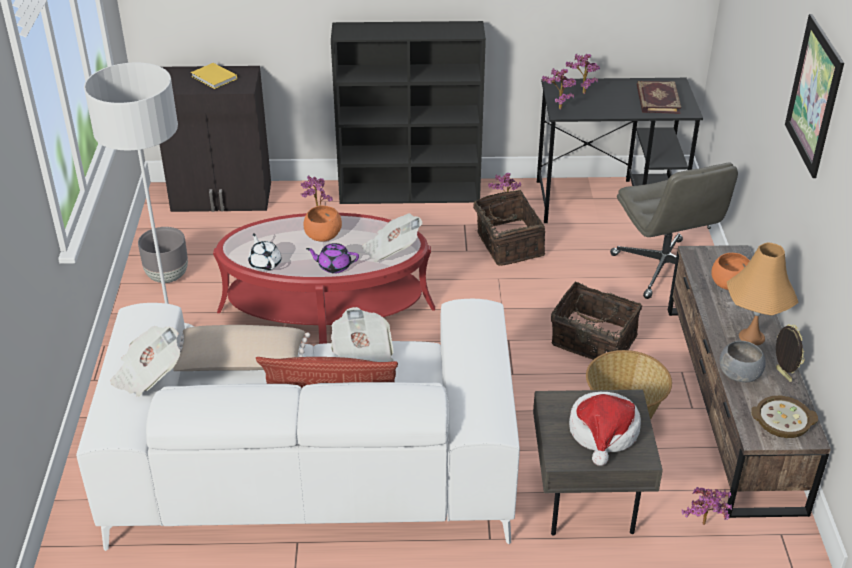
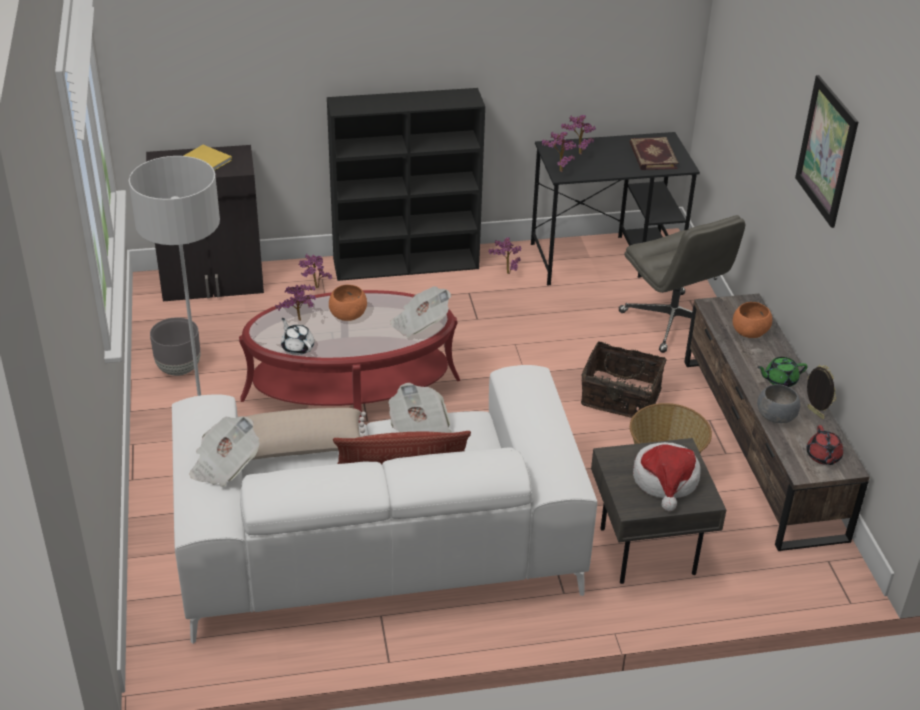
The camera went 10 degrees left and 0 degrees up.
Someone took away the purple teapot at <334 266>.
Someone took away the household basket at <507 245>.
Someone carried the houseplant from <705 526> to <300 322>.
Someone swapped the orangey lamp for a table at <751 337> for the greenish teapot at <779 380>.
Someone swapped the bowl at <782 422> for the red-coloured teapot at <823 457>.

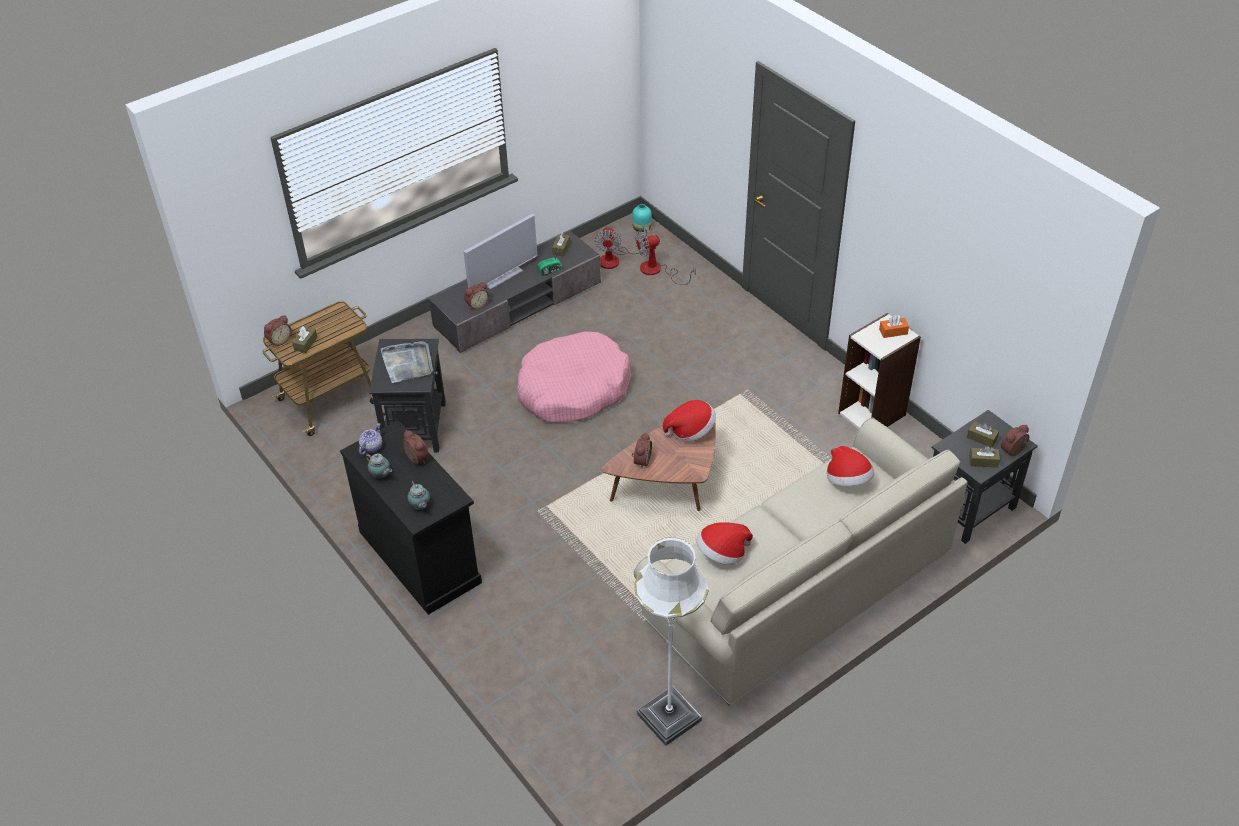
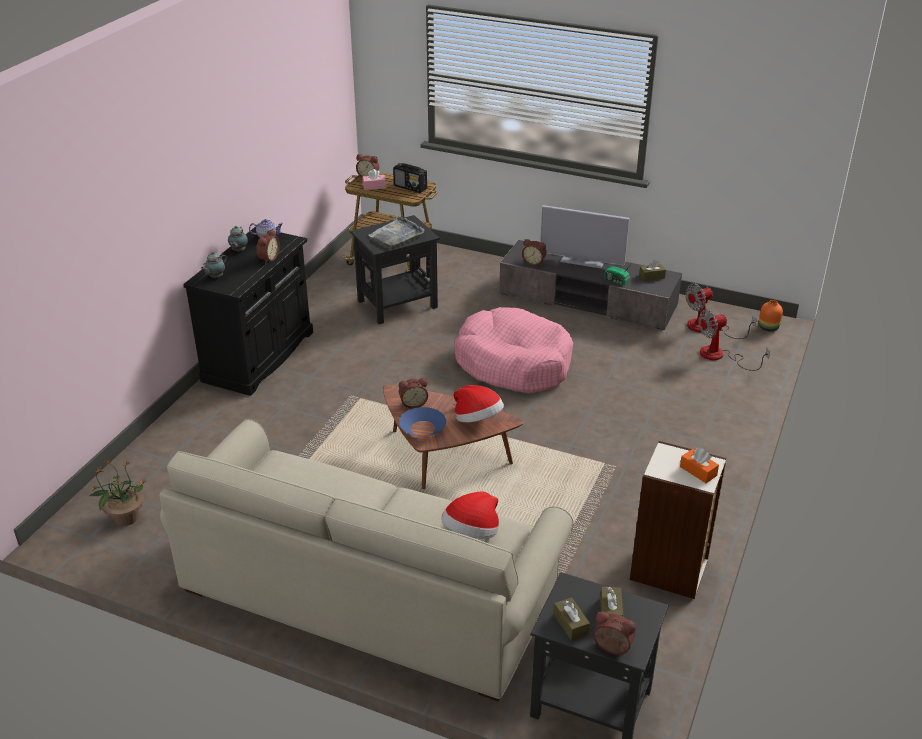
The camera went 60 degrees right and 10 degrees down.
Someone repainted the brownish box of tissues at <306 343>, which became the pink box of tissues at <374 186>.
Someone repainted the turquoise-coloured decorative vase at <642 228>, which became the orangey decorative vase at <768 328>.
Someone took away the white floor lamp at <668 717>.
Someone rotated the electric fan at <657 271> by 60 degrees counterclockwise.
Someone took away the hat at <722 554>.
Someone put down the houseplant at <125 517>.
Someone put down the radio set at <410 187>.
Someone put down the bluish bowl at <422 428>.

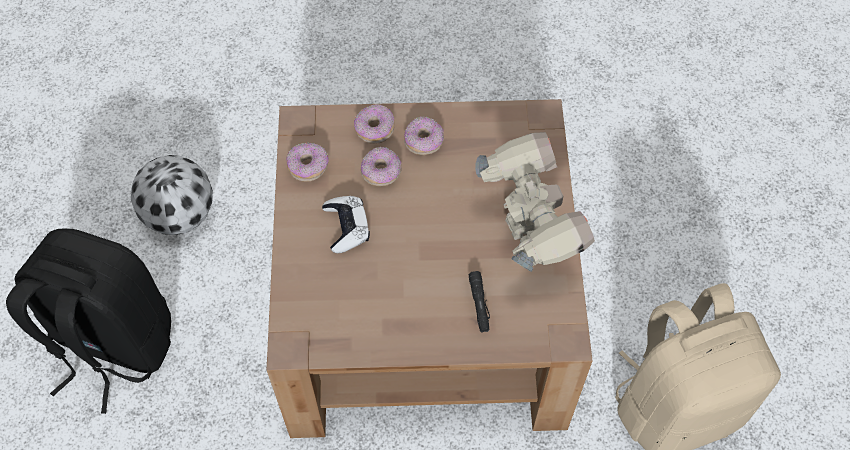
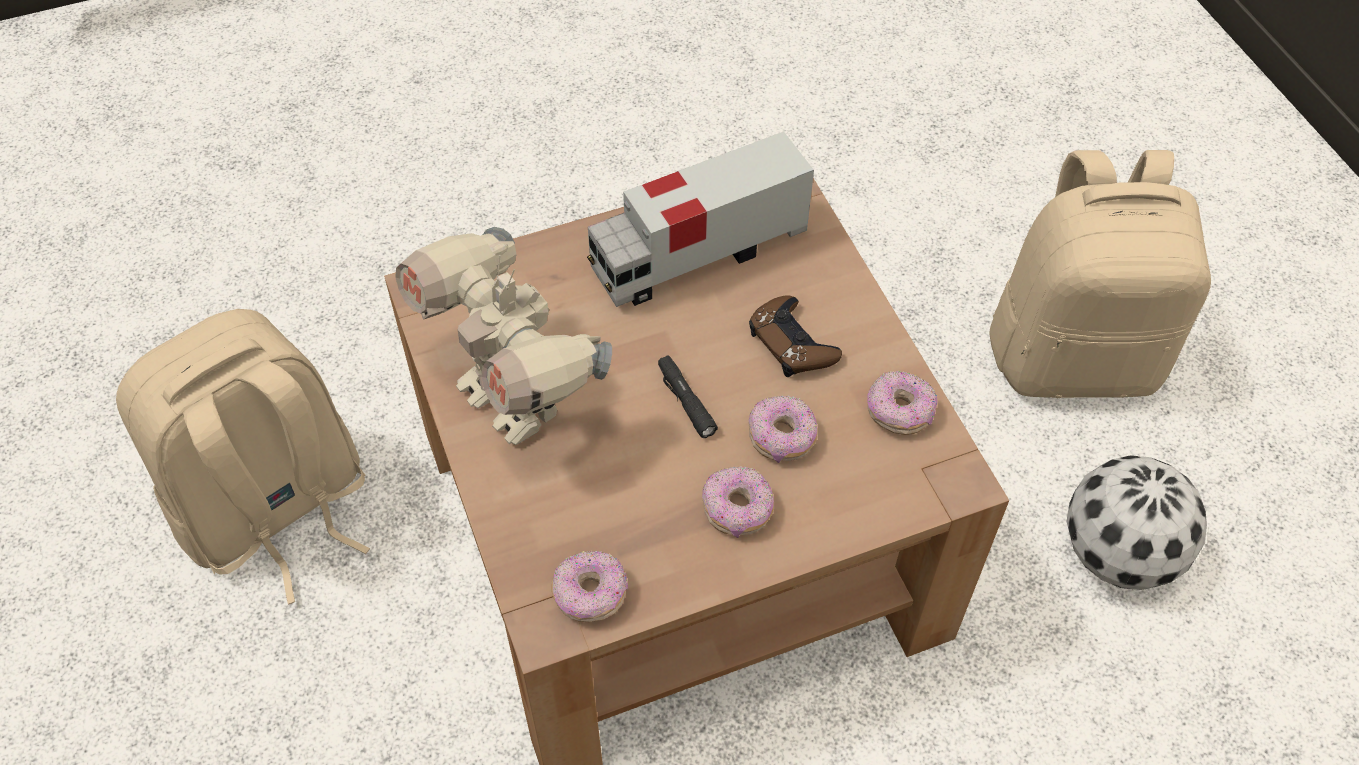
The camera went 160 degrees right and 5 degrees down.
Someone repainted the black-coloured backpack at <111 345>, which became the beige backpack at <1074 355>.
Someone repainted the white game controller at <346 227>, which became the brownish game controller at <792 343>.
Someone carried the ring doughnut from <374 129> to <590 594>.
Someone carried the black-coloured hand torch from <479 304> to <685 401>.
Someone put down the toy lorry at <697 255>.

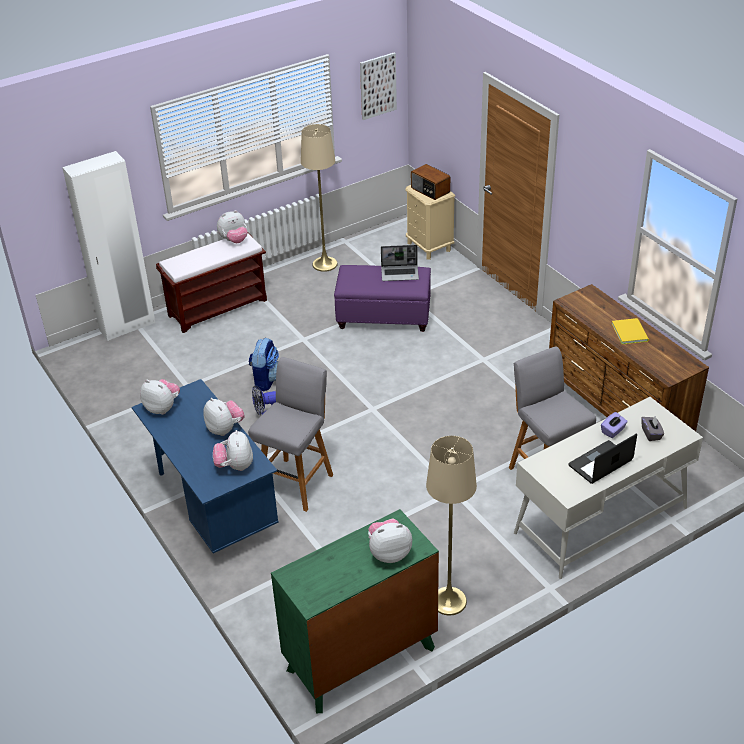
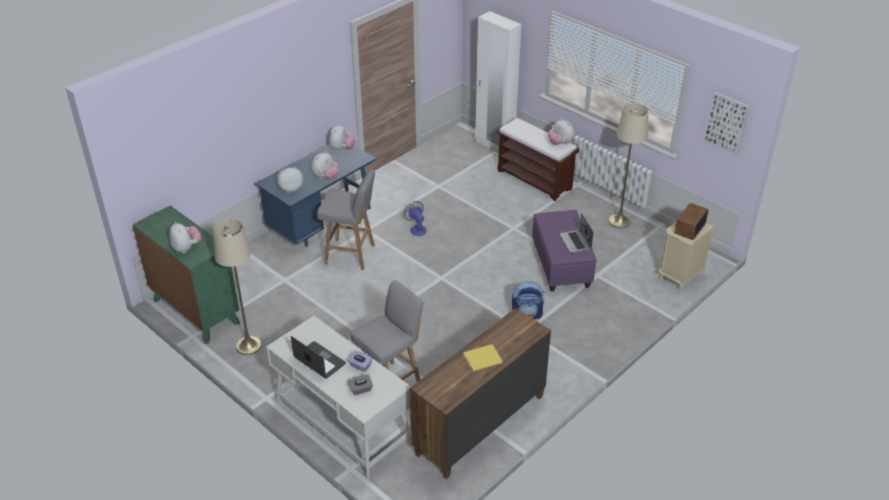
The camera went 75 degrees right and 0 degrees up.
Someone carried the backpack from <265 380> to <527 314>.

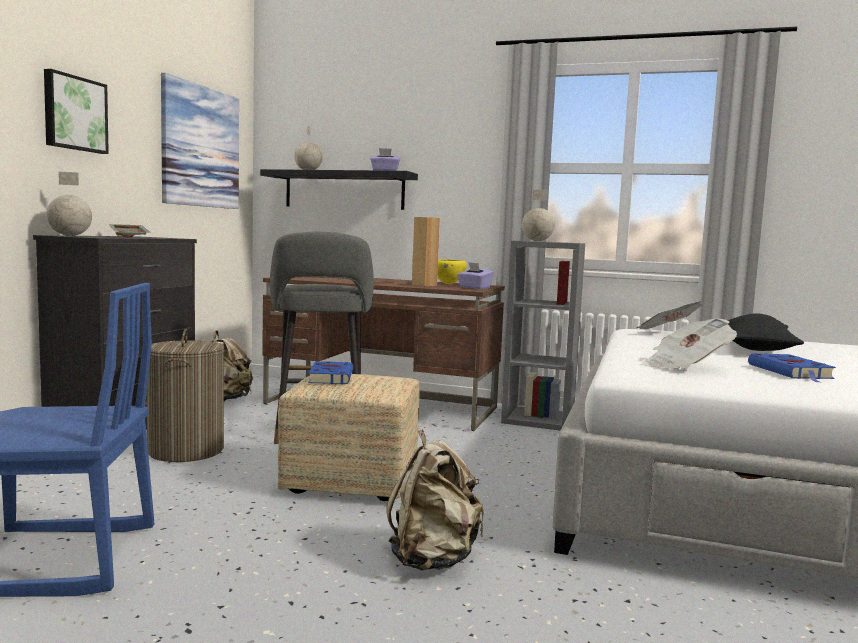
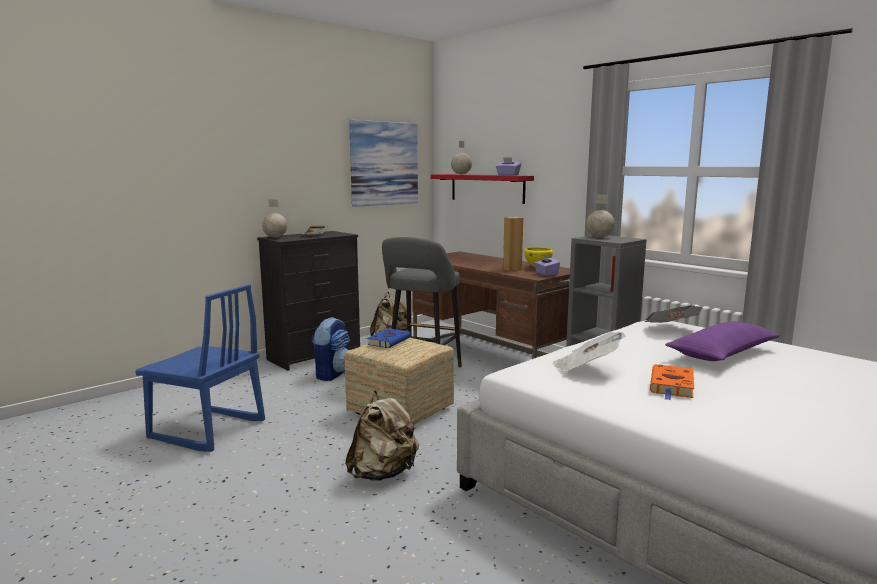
The camera went 30 degrees right and 5 degrees up.
Someone took away the picture at <74 113>.
Someone swapped the hamper at <186 450> for the backpack at <332 374>.
Someone repainted the black-coloured bracket shelf at <344 190>, which became the red-coloured bracket shelf at <487 188>.
Someone repainted the black-coloured throw pillow at <758 347>, which became the purple throw pillow at <722 353>.
Someone repainted the bluish book at <791 372>, which became the orangey book at <672 386>.

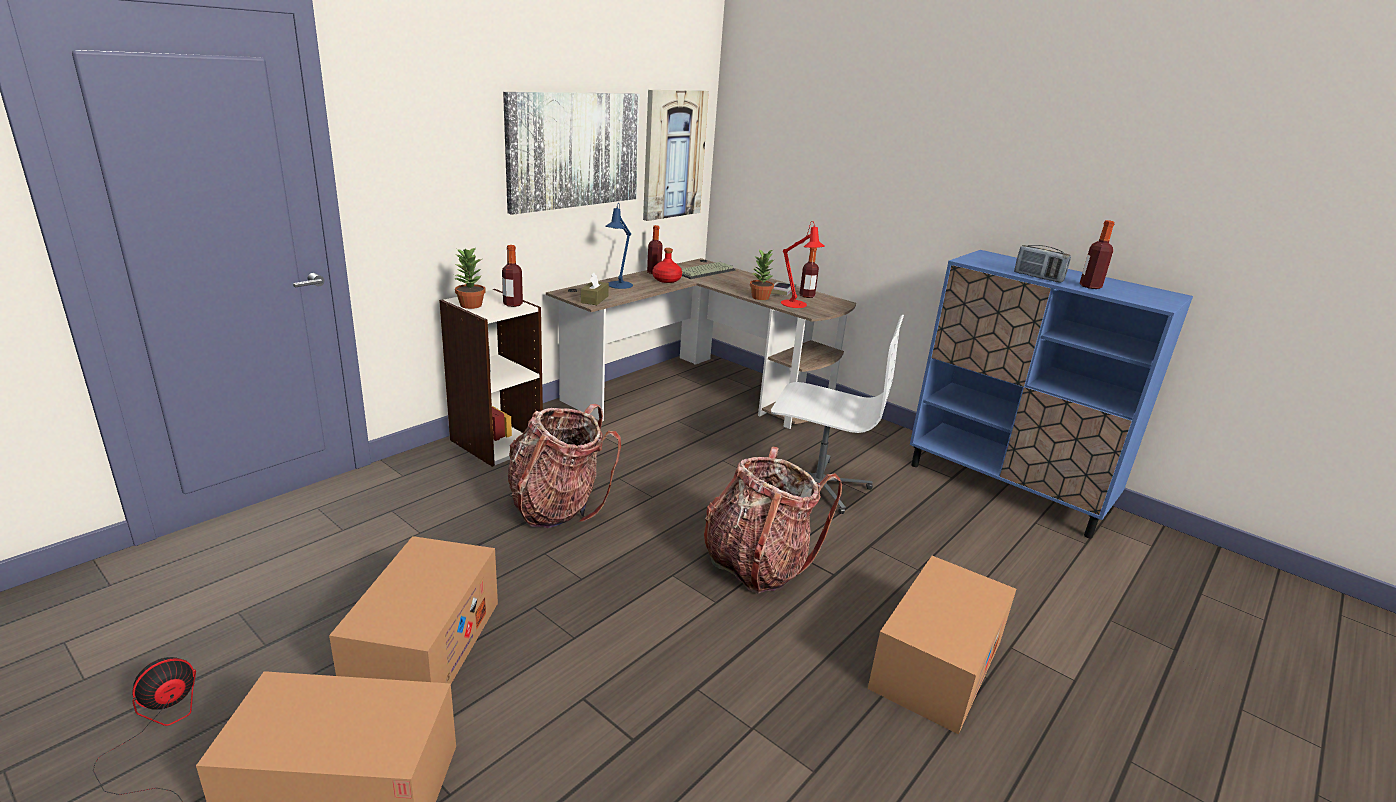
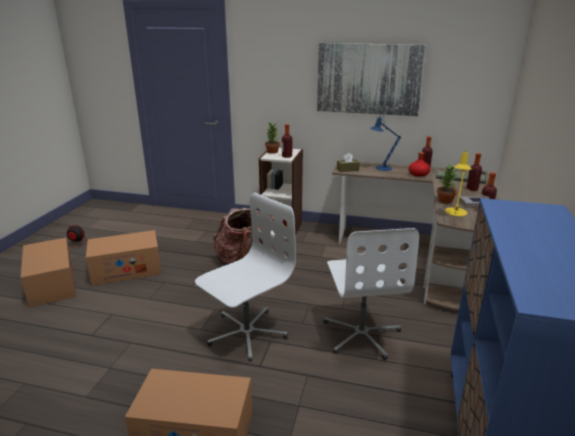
The camera went 65 degrees right and 0 degrees up.
Someone took away the picture at <673 155>.
Someone swapped the backpack at <757 564> for the white desk chair at <246 333>.
Someone repainted the red-coloured lamp for a table at <796 305>, which became the yellow lamp for a table at <455 213>.
Someone took away the radio set at <1038 277>.
Someone carried the beverage bottle from <1090 286> to <472 189>.

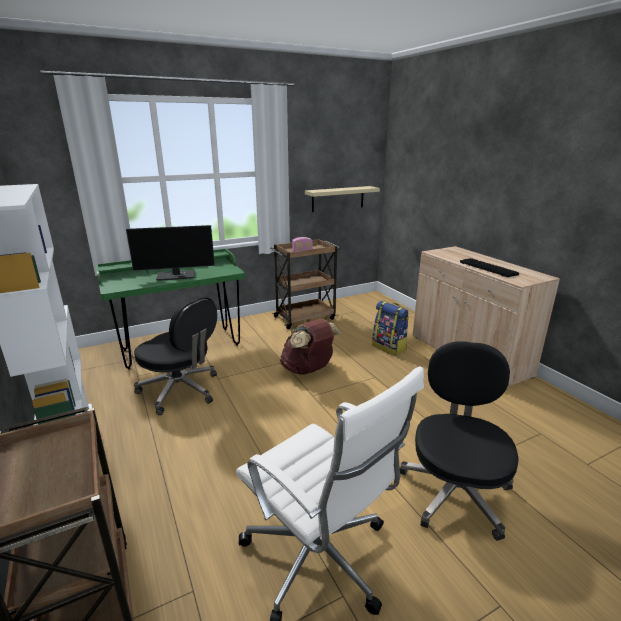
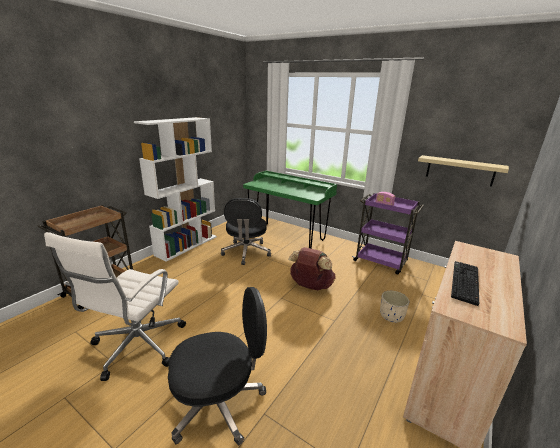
The camera went 60 degrees right and 0 degrees up.
Someone took away the computer screen at <177 276>.
Someone repainted the brownish wheeled cart at <305 317>, which became the purple wheeled cart at <381 262>.
Someone swapped the backpack at <389 347> for the beige planter at <391 317>.

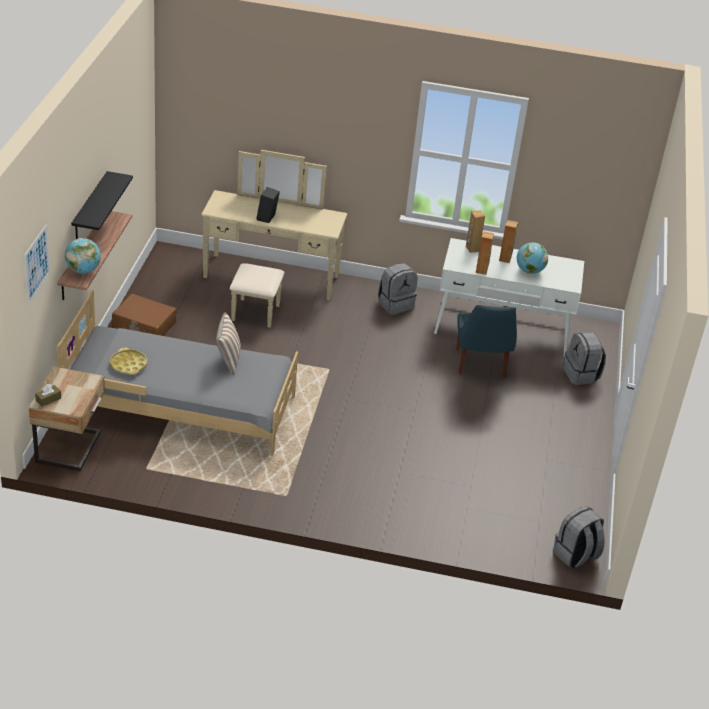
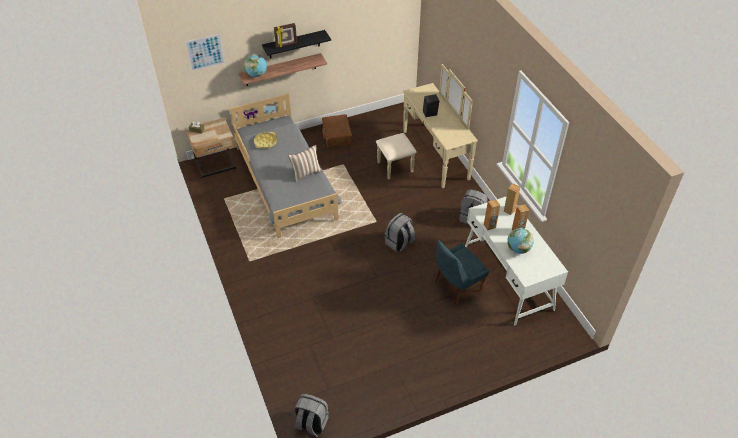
The camera went 60 degrees right and 10 degrees up.
Someone carried the gray backpack from <581 375> to <399 243>.
Someone put down the standing frame at <286 45>.

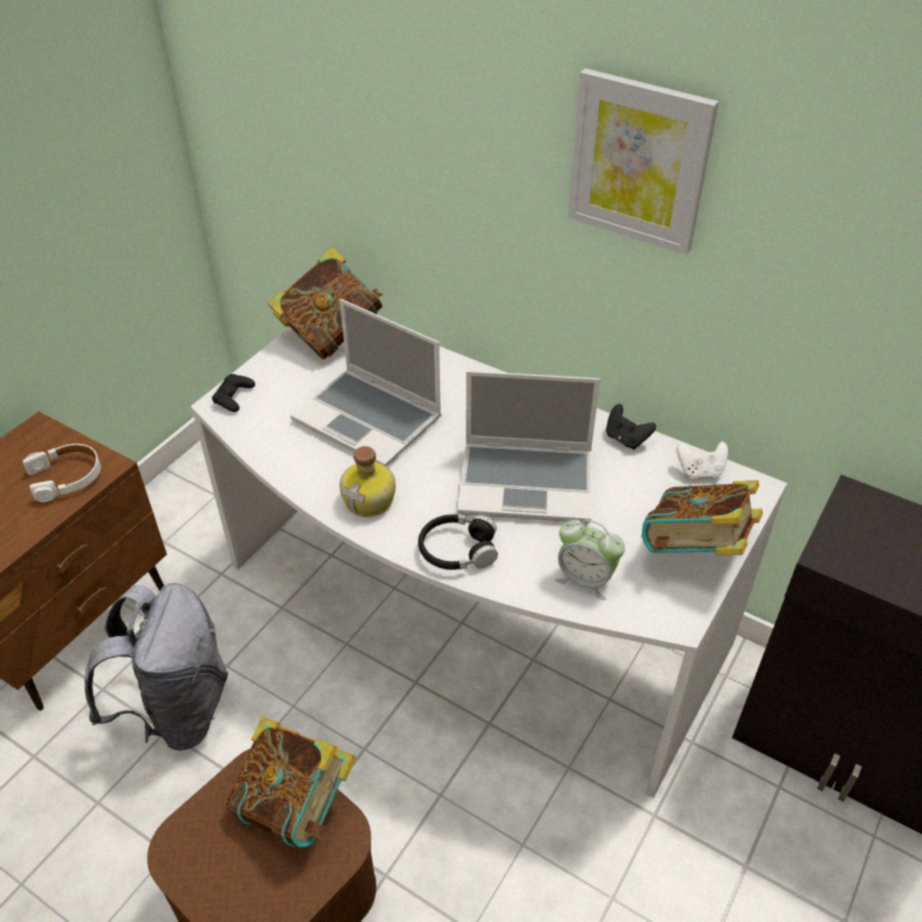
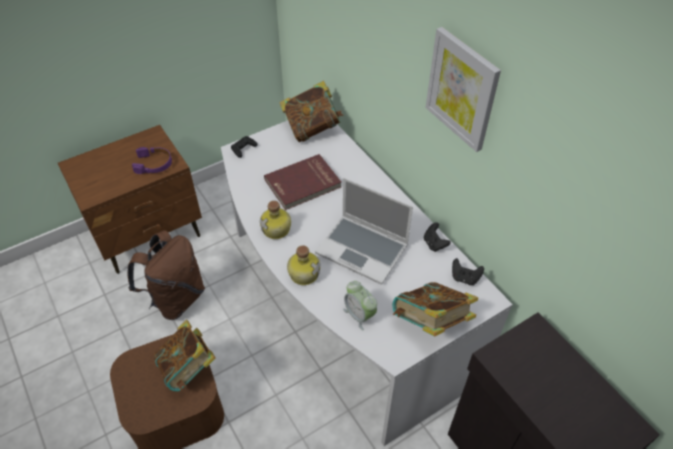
The camera went 25 degrees right and 5 degrees up.
Someone repainted the white headphones at <67 477>, which became the purple headphones at <154 164>.
Someone repainted the gray backpack at <178 710>, which became the brownish backpack at <176 299>.
Someone swapped the notebook computer at <369 419> for the red-coloured book at <303 184>.
Someone swapped the black-coloured headphones at <457 550> for the beverage bottle at <304 273>.
Someone repainted the white game controller at <700 471>, which became the black-coloured game controller at <464 278>.

